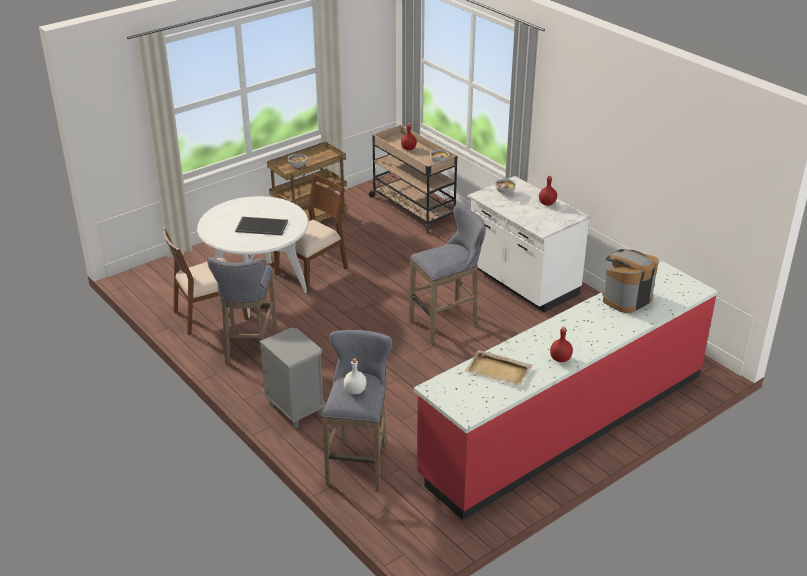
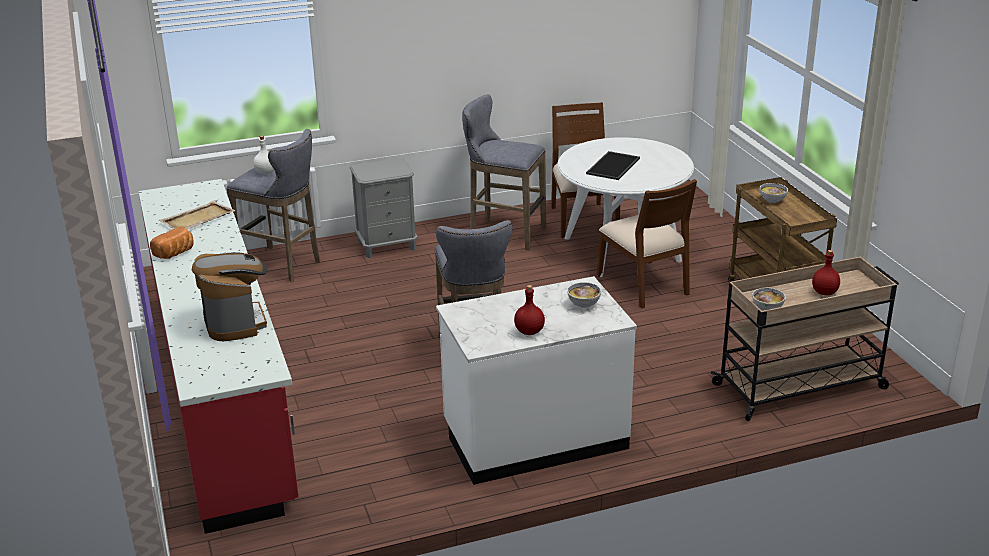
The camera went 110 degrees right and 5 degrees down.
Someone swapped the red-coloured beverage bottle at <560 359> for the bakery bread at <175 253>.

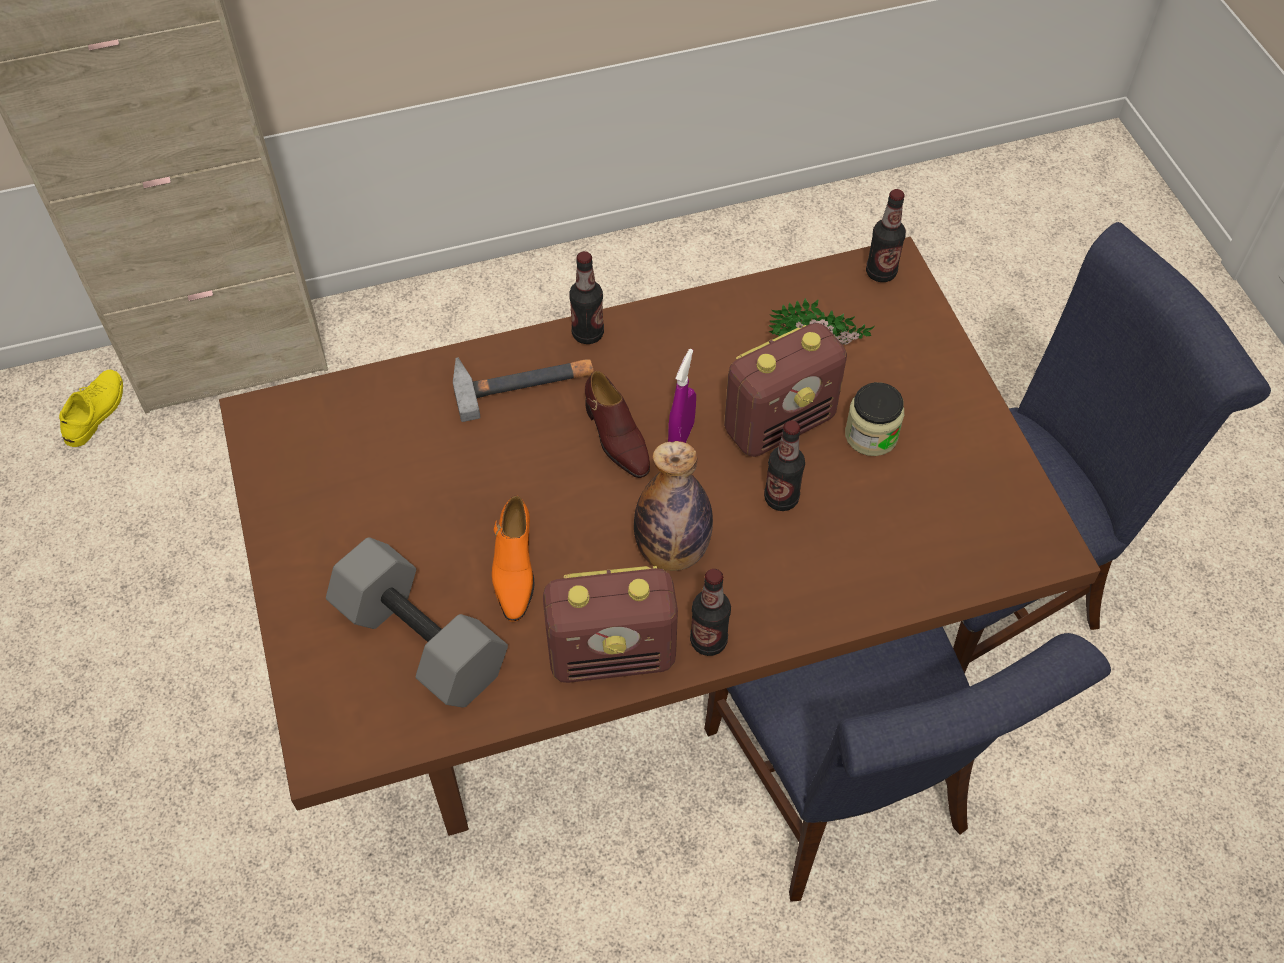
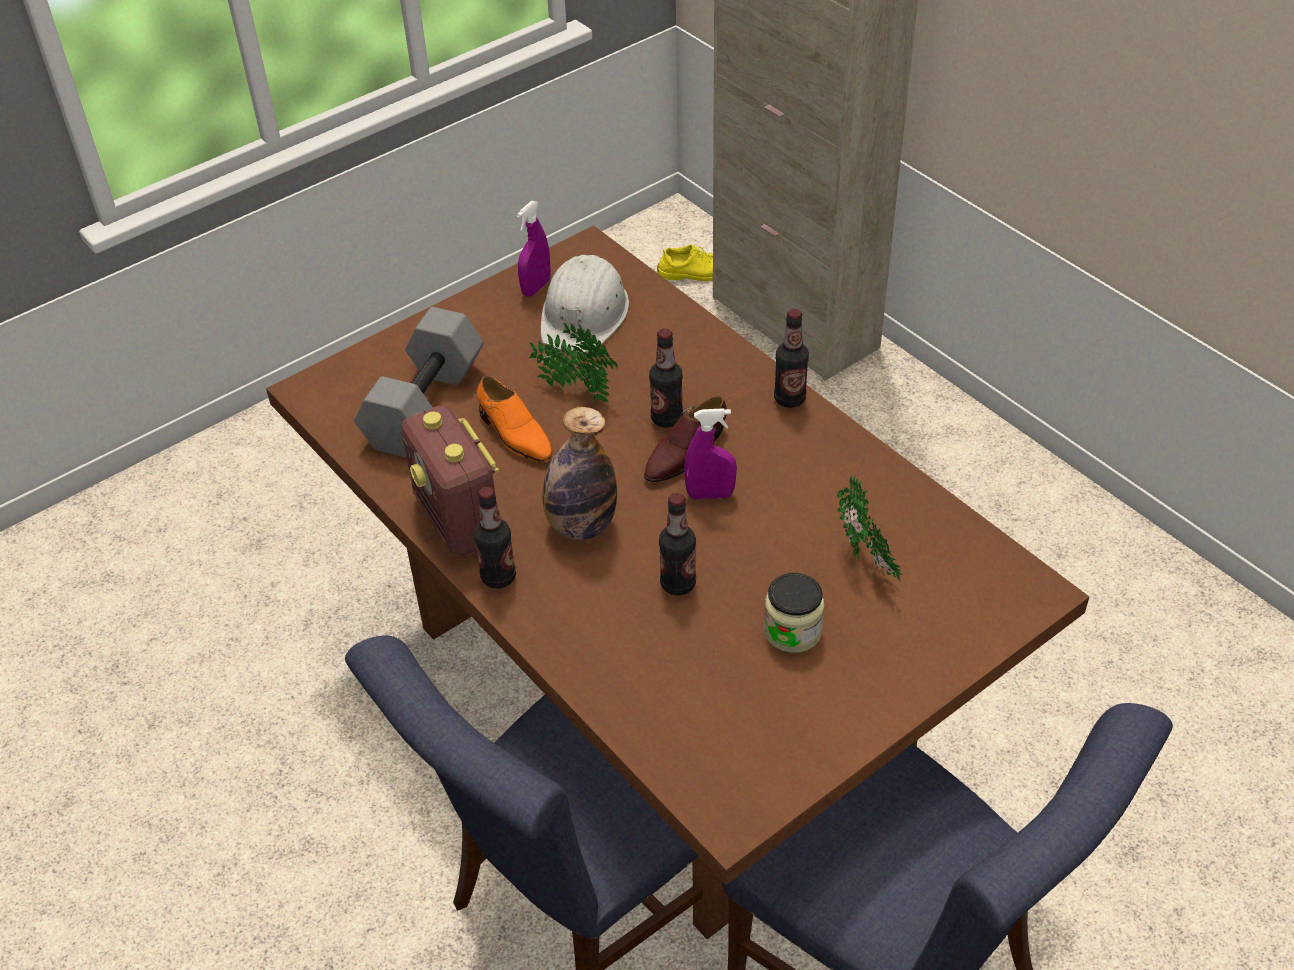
The camera went 70 degrees right and 10 degrees down.
Someone took away the hand hammer at <523 381>.
Someone rotated the orangey shoe at <514 569> by 105 degrees counterclockwise.
Someone took away the radio set at <780 423>.
Someone carried the beverage bottle from <881 273> to <666 418>.
Someone put down the purple hand sprayer at <536 287>.
Someone put down the houseplant at <575 390>.
Someone put down the white hard hat at <584 314>.

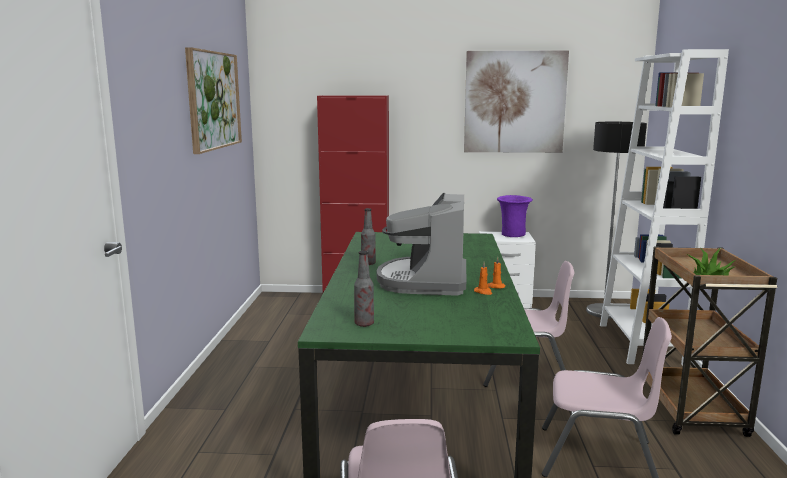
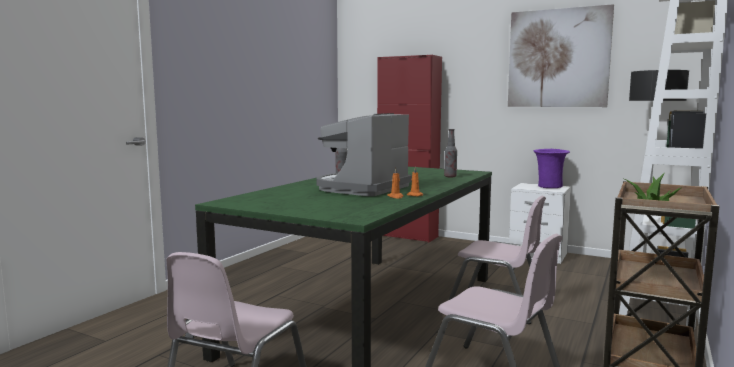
The camera went 25 degrees right and 5 degrees down.
Someone took away the picture at <213 100>.
Someone carried the beverage bottle from <364 324> to <450 176>.

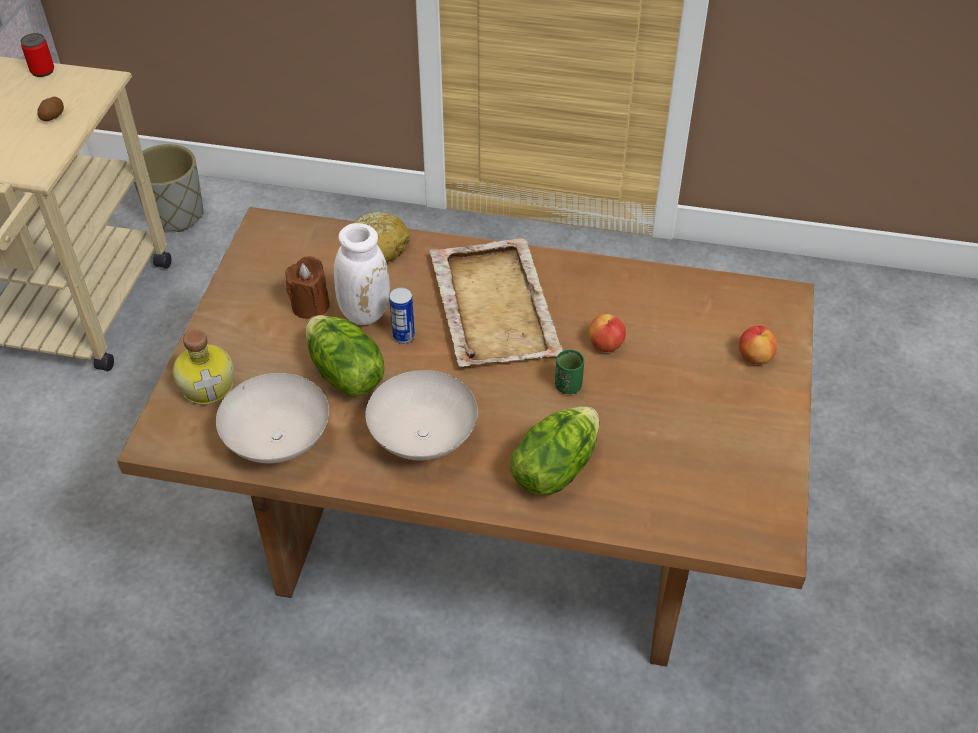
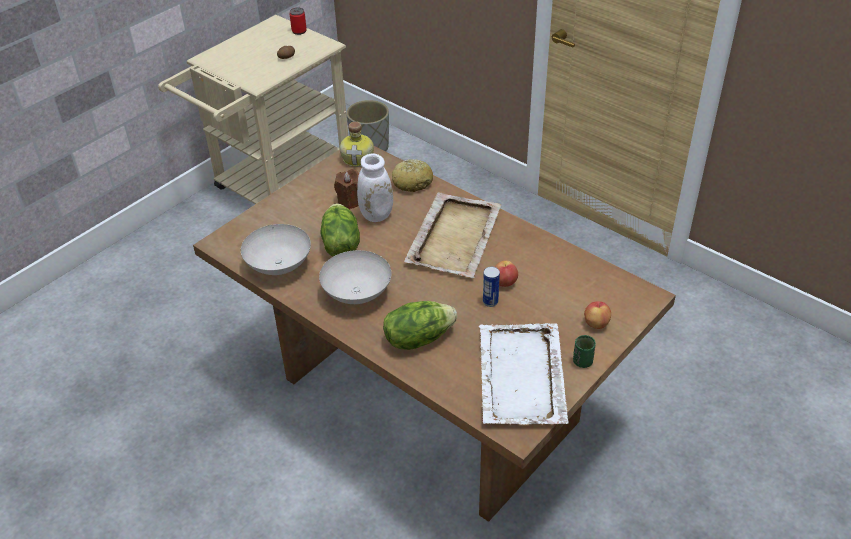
The camera went 30 degrees right and 5 degrees down.
Someone carried the beverage bottle from <208 385> to <358 158>.
Someone carried the metal can from <403 336> to <490 301>.
Someone carried the greenish drinking cup from <568 386> to <582 362>.
Someone put down the white serving tray at <521 377>.

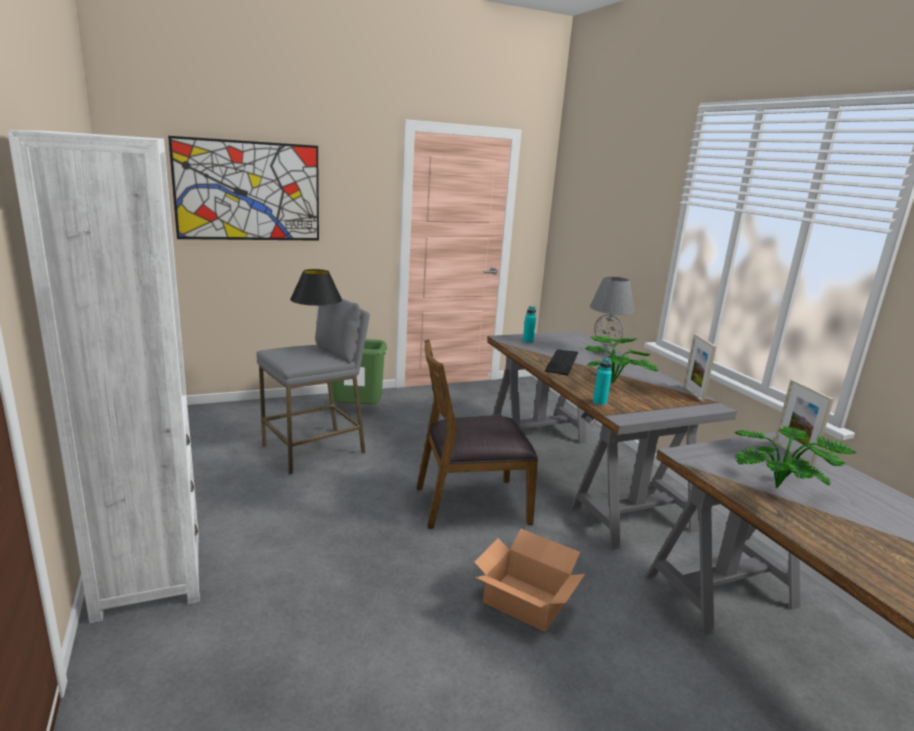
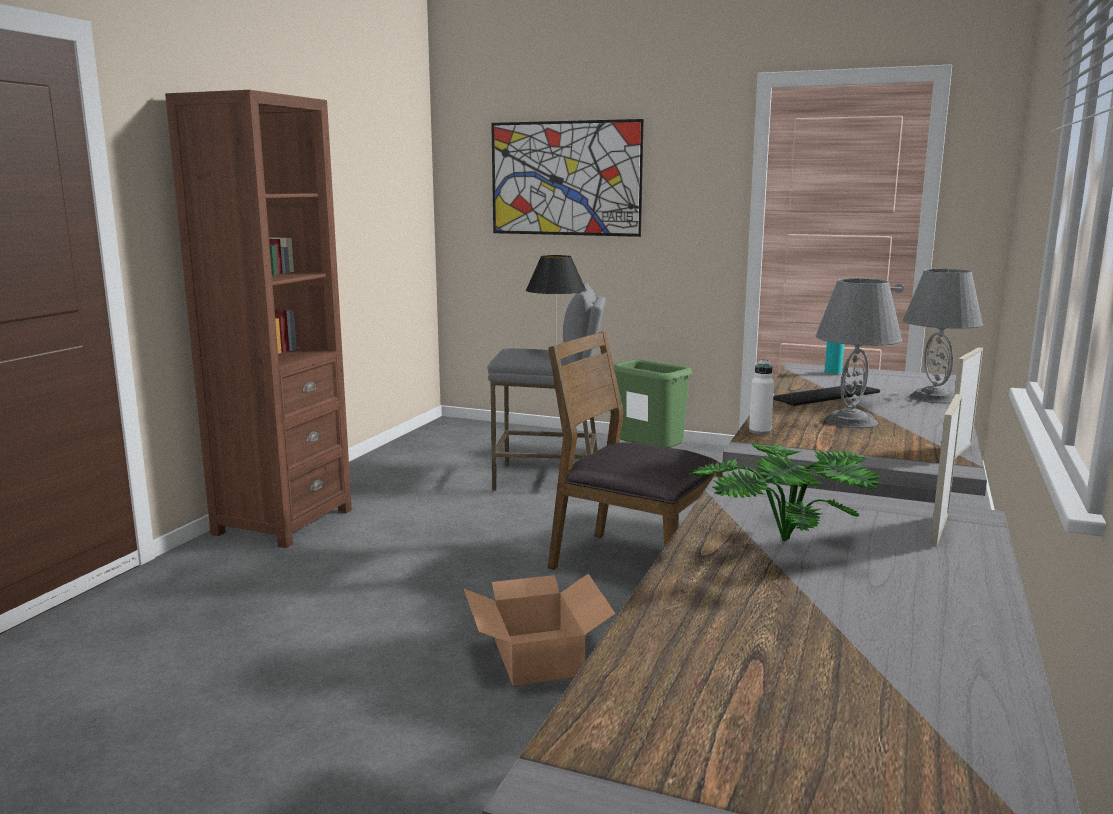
The camera went 45 degrees right and 5 degrees down.
Someone repainted the white shelving unit at <149 575>, which became the brownish shelving unit at <283 522>.
Someone swapped the houseplant at <615 382> for the gray lamp for a table at <851 421>.
Someone repainted the turquoise-coloured beverage bottle at <599 403>, which became the white beverage bottle at <760 431>.

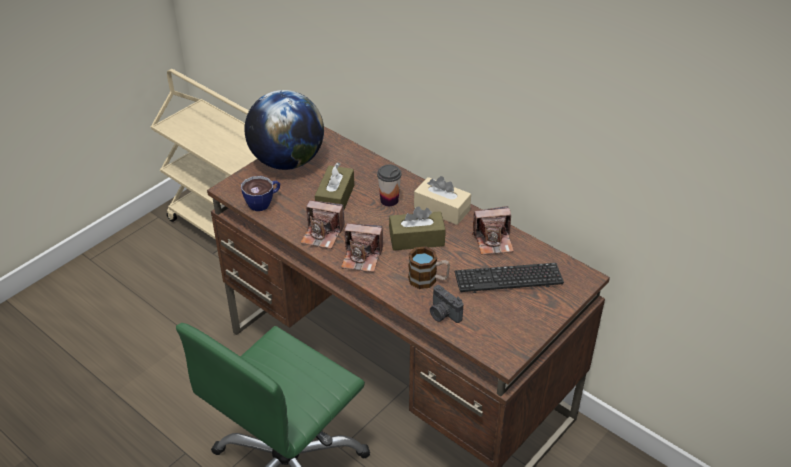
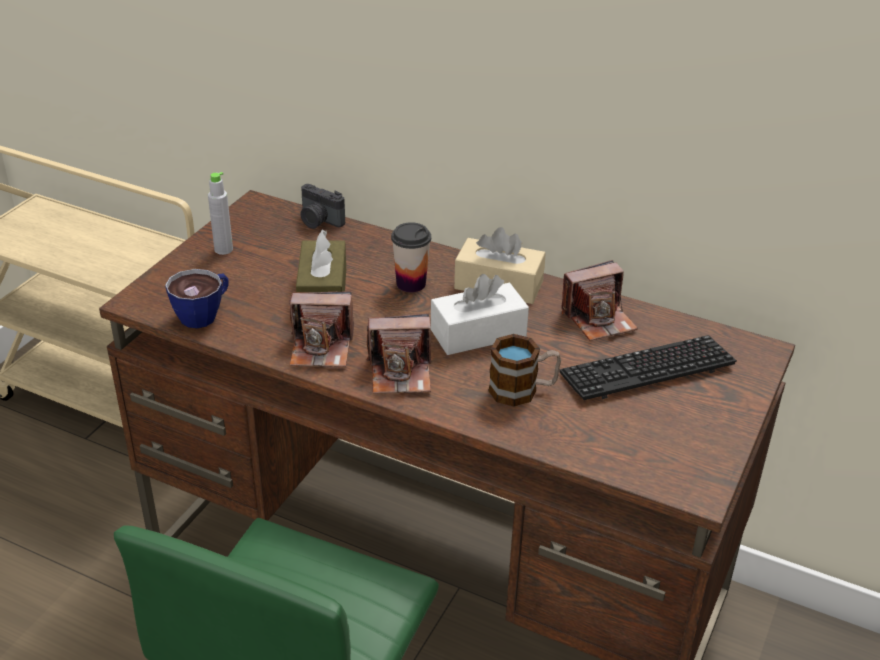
The camera went 15 degrees left and 5 degrees down.
Someone swapped the world globe at <287 161> for the gray beverage bottle at <223 249>.
Someone repainted the brownish box of tissues at <416 239>, which became the white box of tissues at <478 333>.
Someone carried the photo camera from <443 314> to <319 221>.

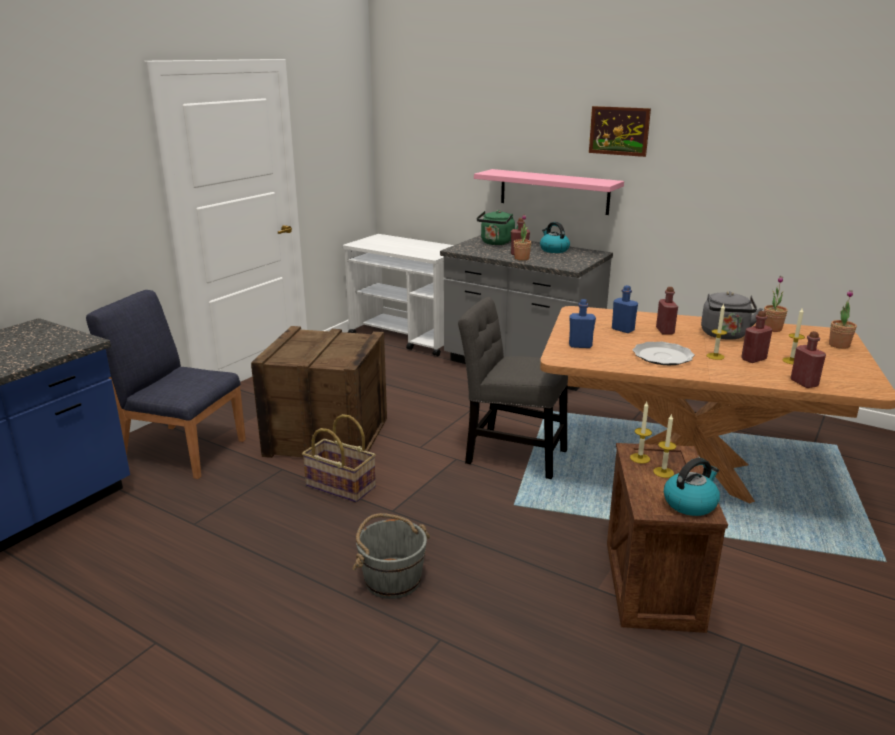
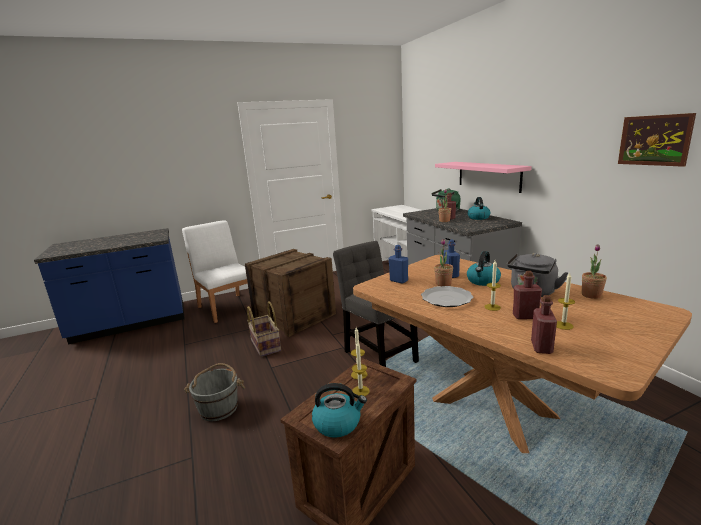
The camera went 35 degrees right and 5 degrees down.
Someone repainted the bluish chair at <182 450>, which became the white chair at <227 307>.
Someone carried the picture from <619 131> to <654 140>.
Someone swapped the red-coloured beverage bottle at <665 331> for the tea kettle at <483 281>.
Someone carried the houseplant from <839 345> to <443 284>.

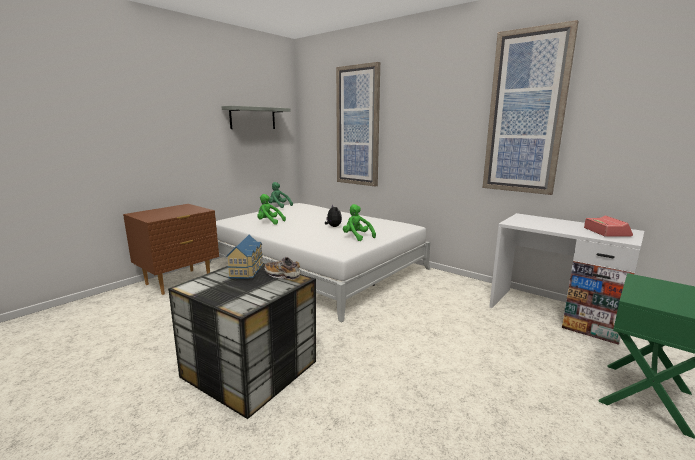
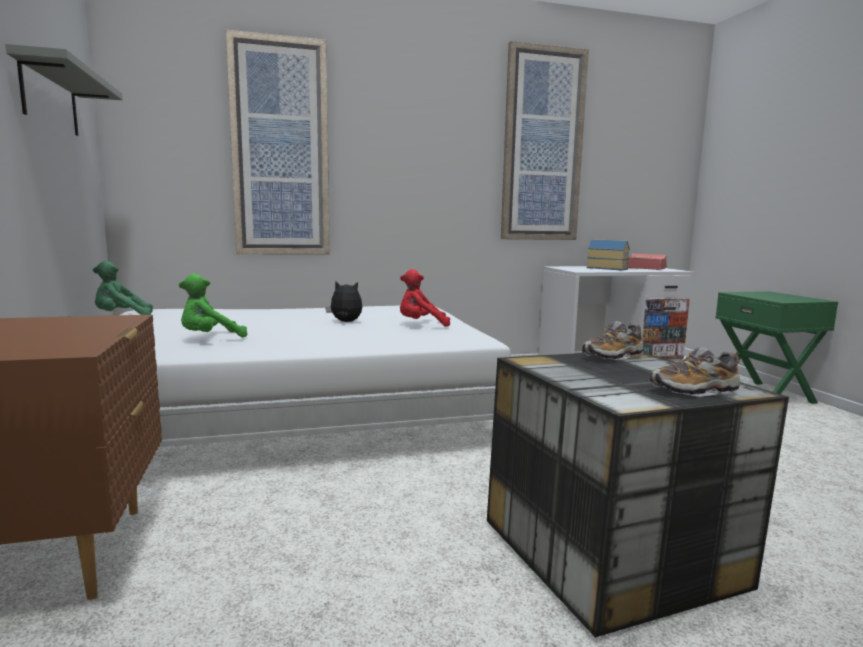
The camera went 55 degrees left and 5 degrees down.
Someone carried the model house from <248 270> to <607 268>.
Someone repainted the greenish plush toy at <357 237>, which became the red-coloured plush toy at <421 325>.
Someone put down the shoe at <694 390>.

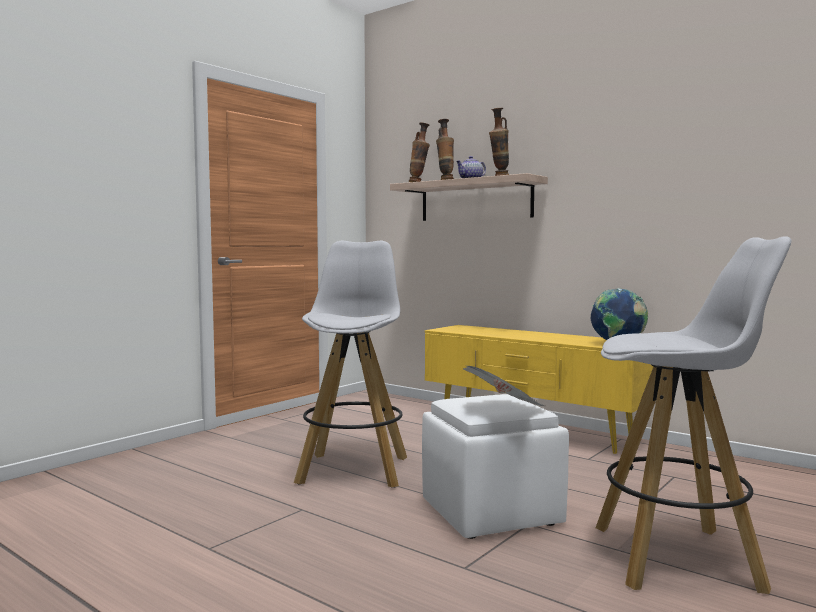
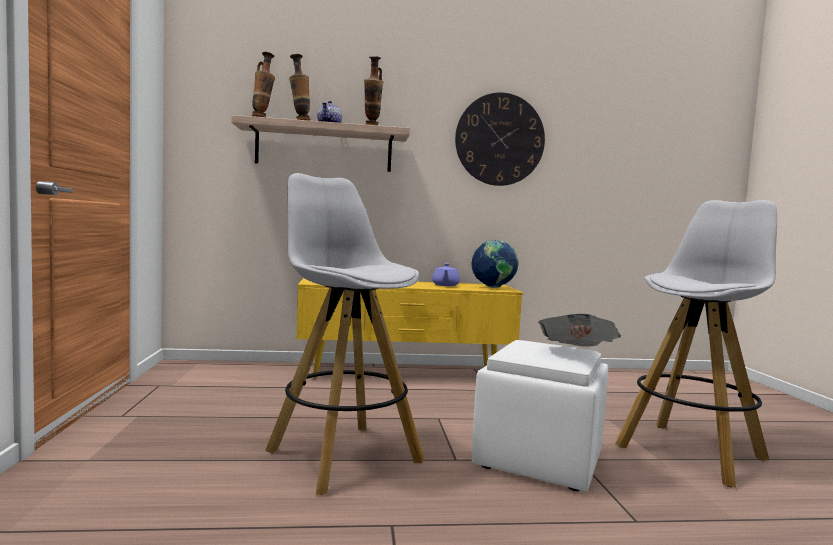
The camera went 45 degrees left and 0 degrees up.
Someone put down the purple teapot at <445 285>.
Someone put up the clock on the wall at <499 139>.

